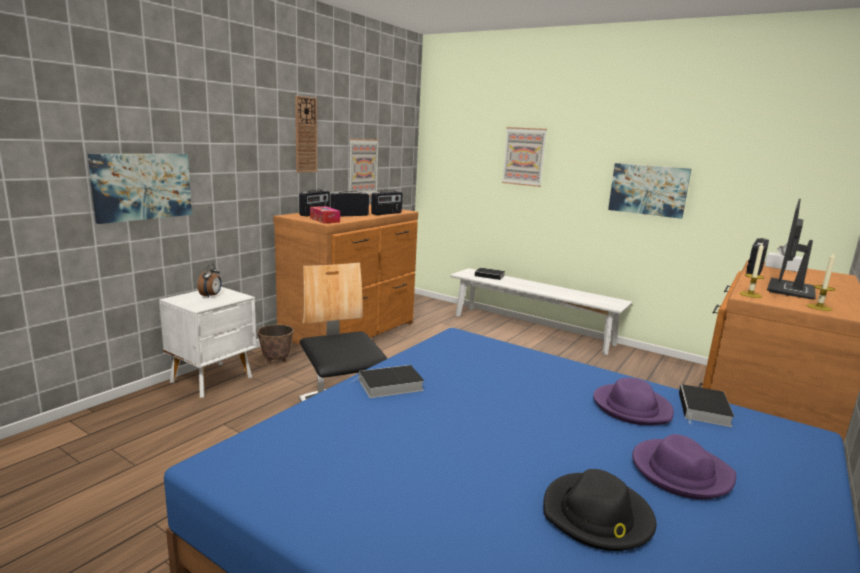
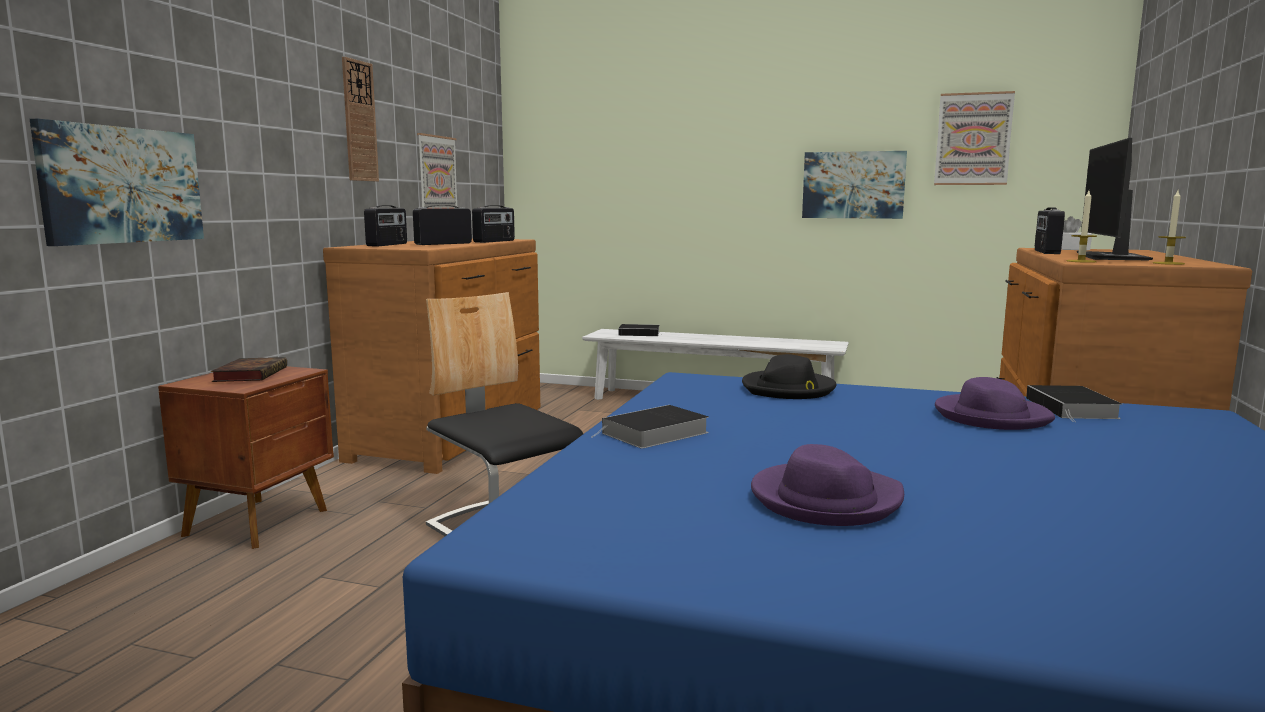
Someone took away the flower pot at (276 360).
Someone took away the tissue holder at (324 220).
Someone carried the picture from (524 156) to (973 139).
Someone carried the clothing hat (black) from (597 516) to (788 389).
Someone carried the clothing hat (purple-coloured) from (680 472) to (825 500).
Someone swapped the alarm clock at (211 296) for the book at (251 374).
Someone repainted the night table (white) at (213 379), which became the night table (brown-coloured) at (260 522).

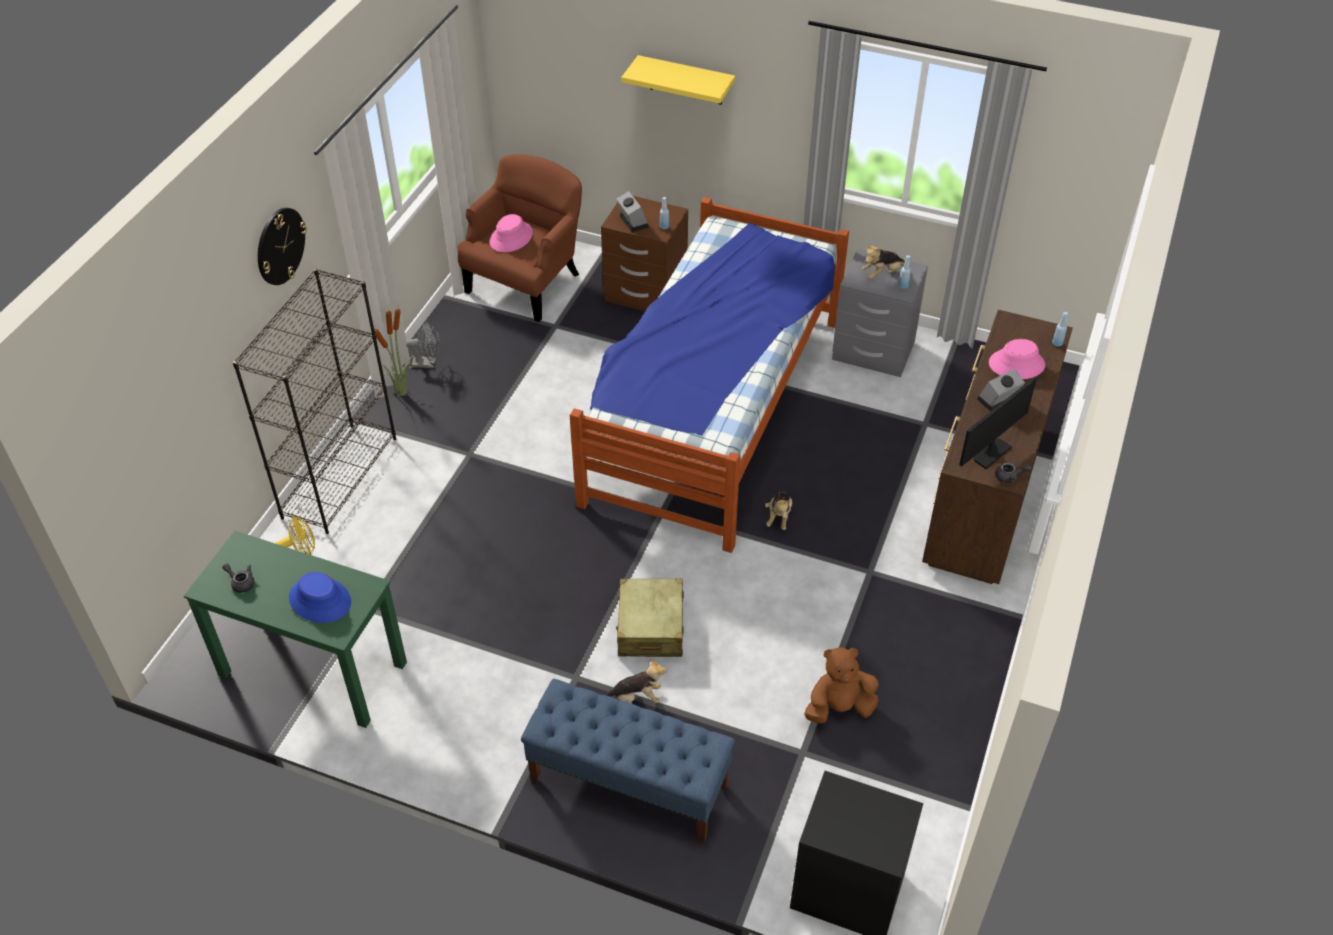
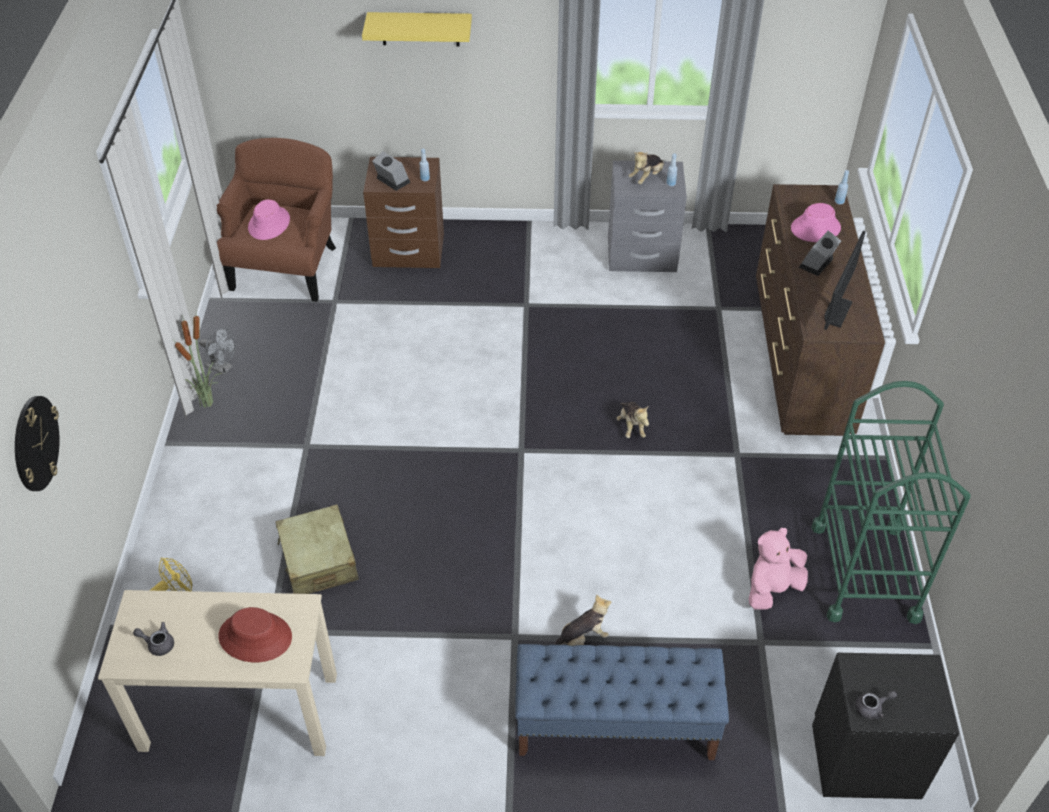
Someone took away the bookshelf (black) at (340 477).
Someone took away the bed at (713 408).
Someone put down the cart (green) at (864 572).
Someone carried the clock on the wall from (280 246) to (35 443).
Someone carried the travel case (beige-coloured) from (650 627) to (318 560).
Someone carried the tea pot (greyish) from (1010 477) to (872 708).
Someone repainted the desk table (green) at (312 668), which became the desk table (beige-coloured) at (239 712).
Someone repainted the clothing hat (blue) at (320 600), which became the clothing hat (red-coloured) at (255 636).
Someone repainted the soft toy (brown-coloured) at (839 707), which became the soft toy (pinkish) at (772 589).
Someone rotated the fan (greyish) at (428 363) by 45 degrees clockwise.

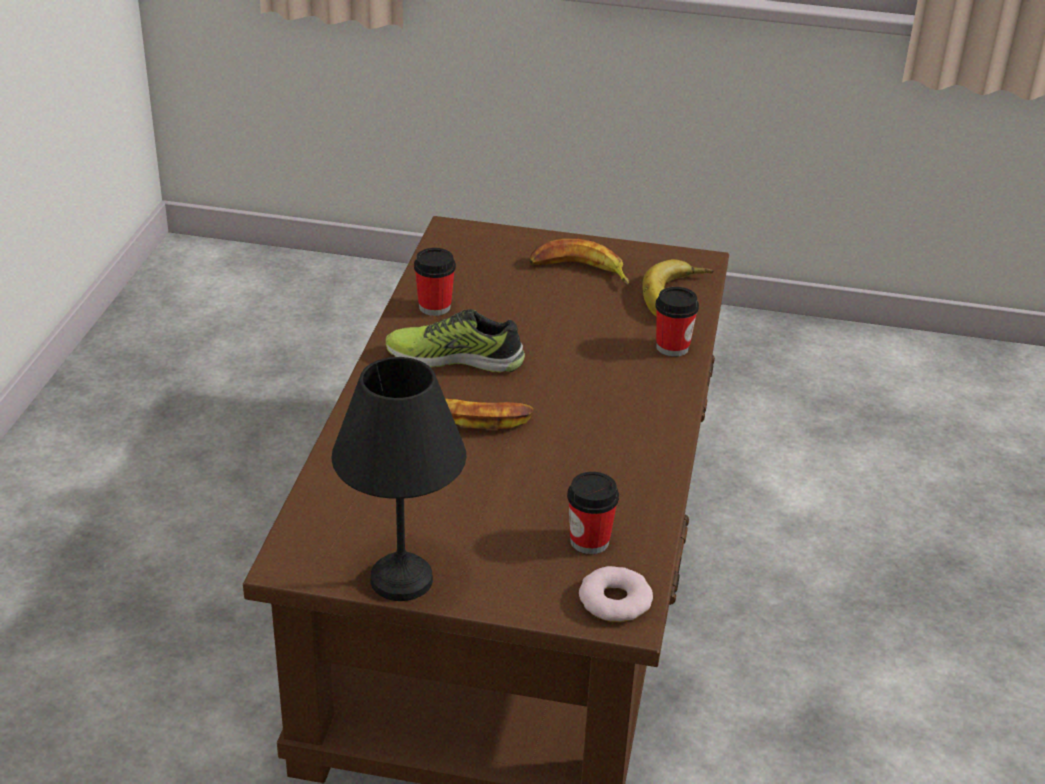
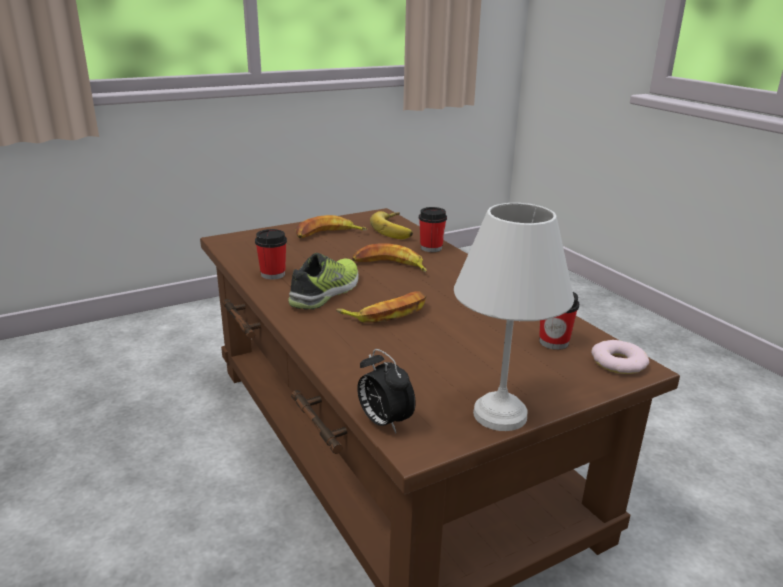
Someone put down the whole banana at (390 266).
Someone put down the alarm clock at (383 422).
Someone repainted the lamp for a table (black) at (400 581), which became the lamp for a table (white) at (501 416).
Someone rotated the shoe at (455 358) by 150 degrees clockwise.

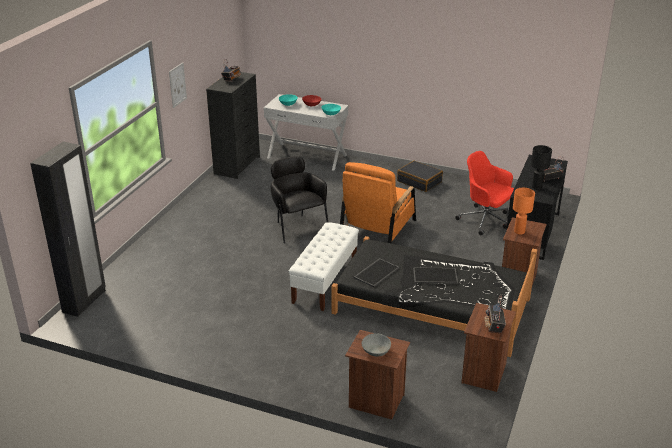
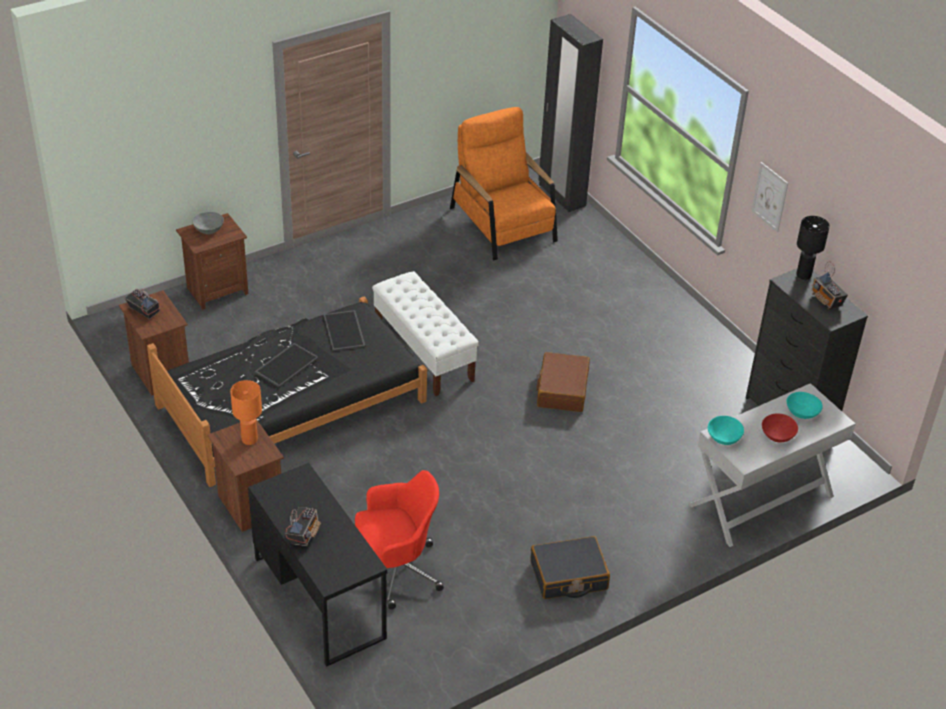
Someone carried the armchair (orangey) from (377 231) to (503 225).
Someone carried the lamp for a table (black) from (537 187) to (803 275).
Someone swapped the armchair (black) at (297 226) for the travel case (brown-coloured) at (562 389).

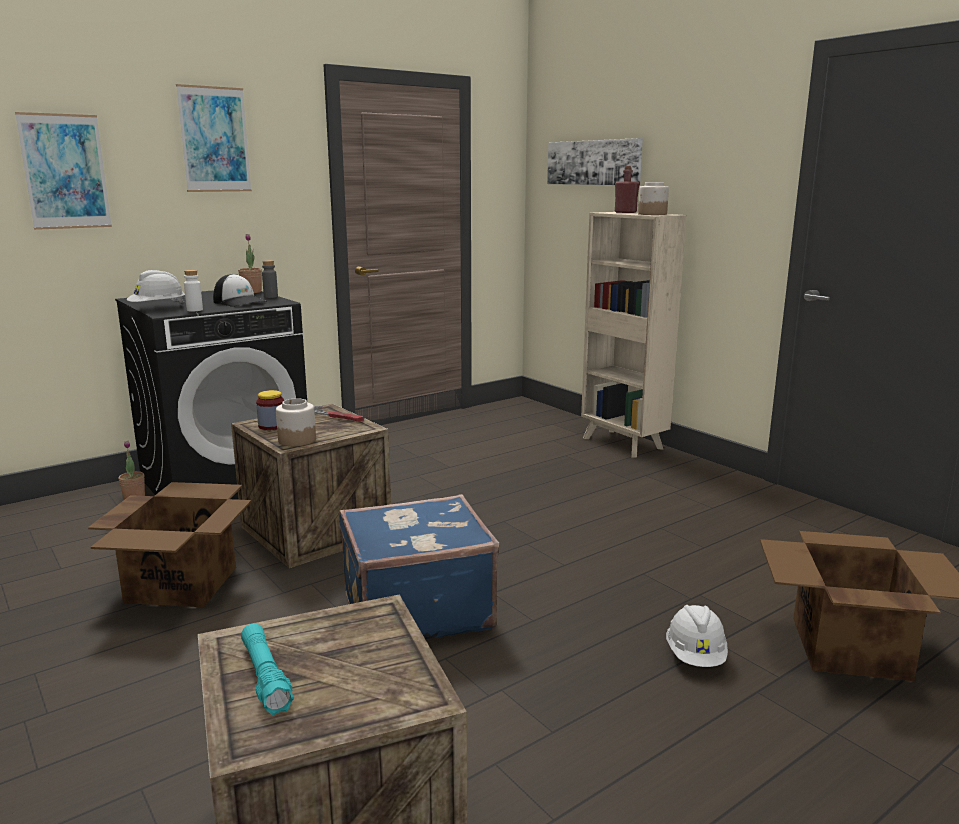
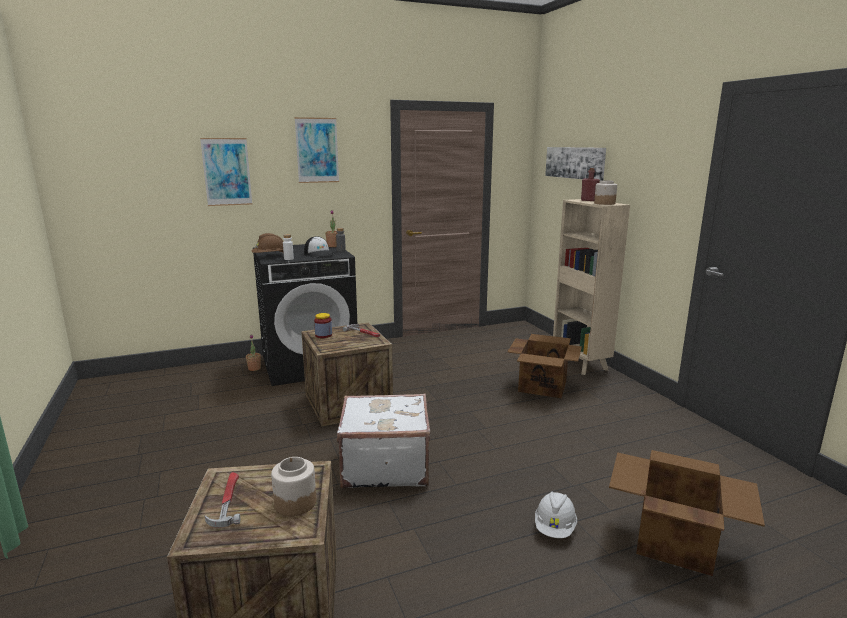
Someone carried the cardboard box from (183 583) to (543 386).
Someone carried the jar from (297 440) to (295 502).
Someone swapped the hand torch (blue-green) at (265 677) for the tool hammer at (227 501).
Someone repainted the safety helmet (white) at (158 308), which became the safety helmet (brown-coloured) at (269 256).
Someone repainted the travel case (blue) at (415 609), which became the travel case (white) at (384 465).

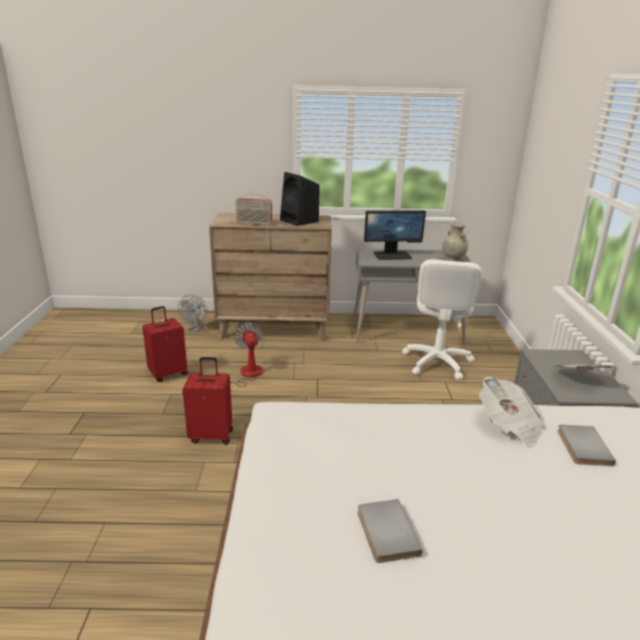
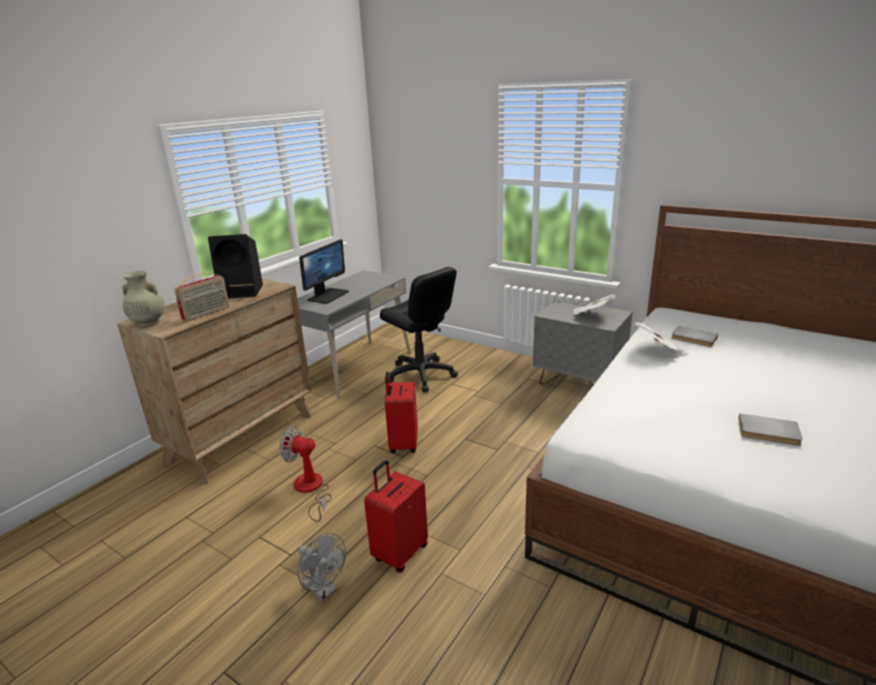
Someone carried the travel case (red-coloured) from (168 374) to (402 444).
Someone carried the fan (greyish) from (195 329) to (324 590).
Someone carried the flower vase (beige-coloured) from (453 258) to (148 322).
Someone repainted the desk chair (white) at (437 362), which became the desk chair (black) at (420 375).

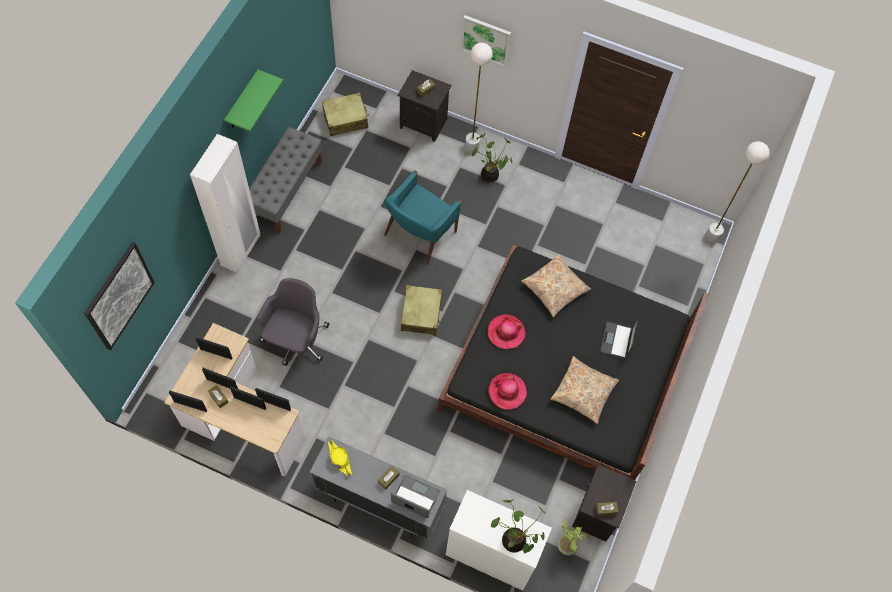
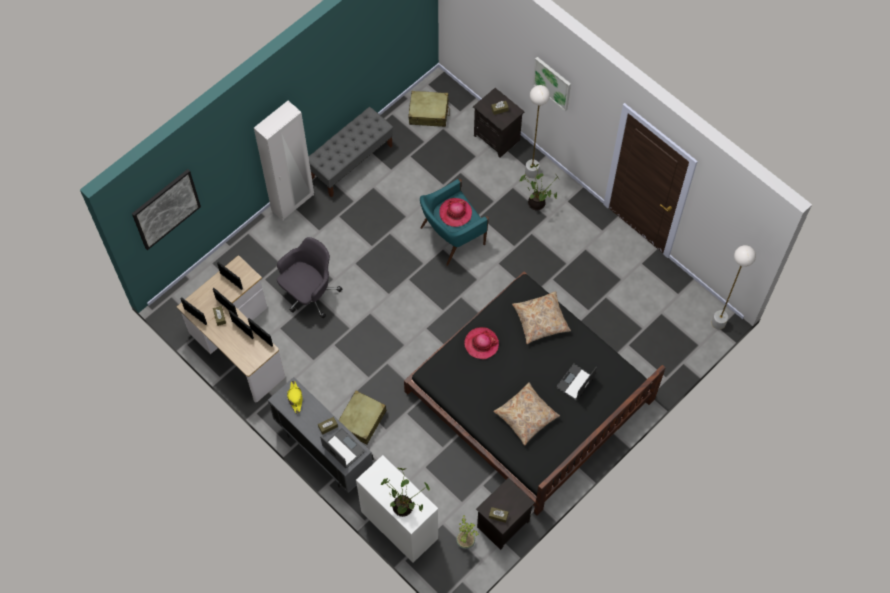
Someone took away the shelf (green) at (242 101).
Someone carried the travel case (beige-coloured) from (421 313) to (362 420).
Someone carried the clothing hat from (507 392) to (455 213).

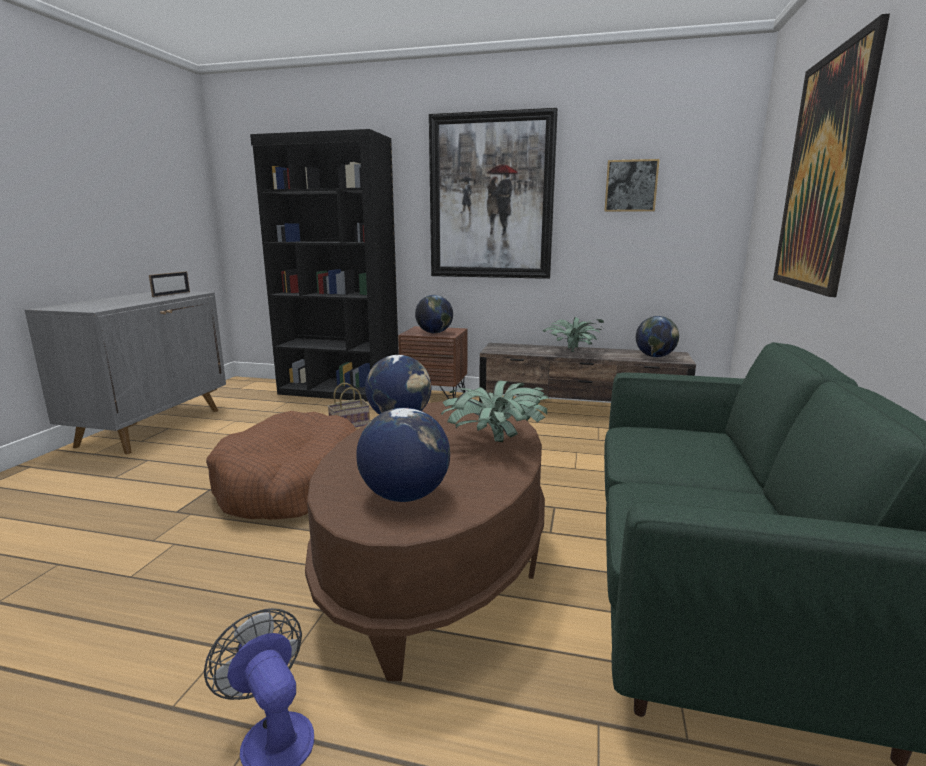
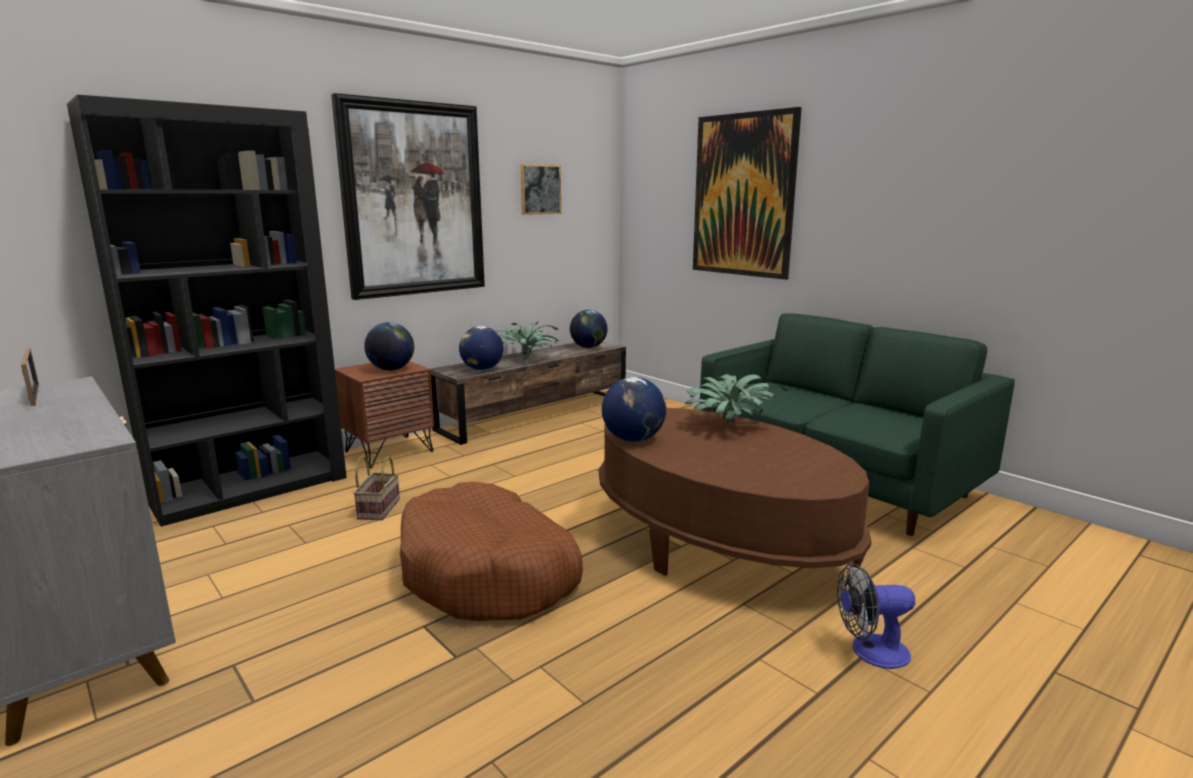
Someone carried the desk globe from (404 496) to (482 369).

